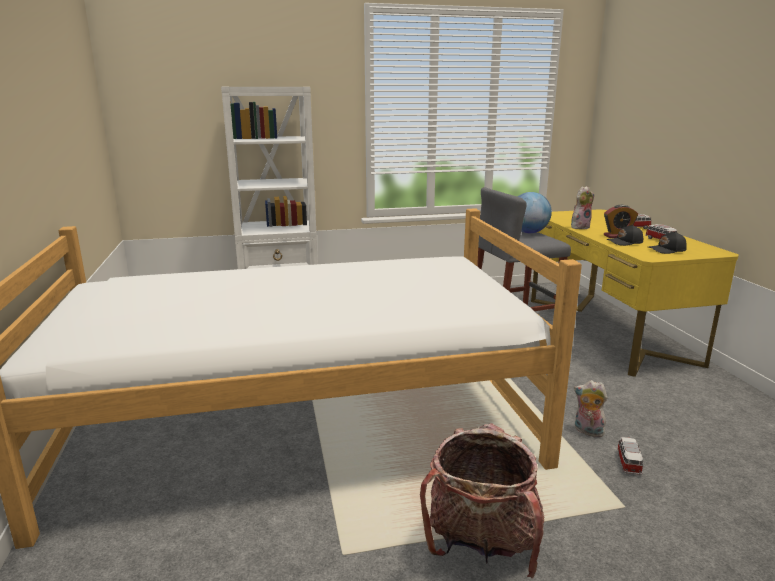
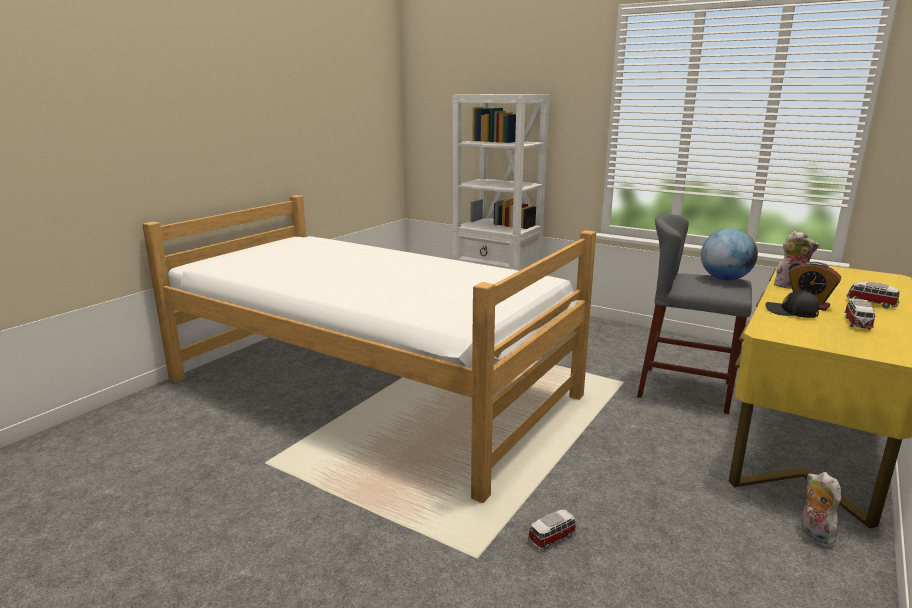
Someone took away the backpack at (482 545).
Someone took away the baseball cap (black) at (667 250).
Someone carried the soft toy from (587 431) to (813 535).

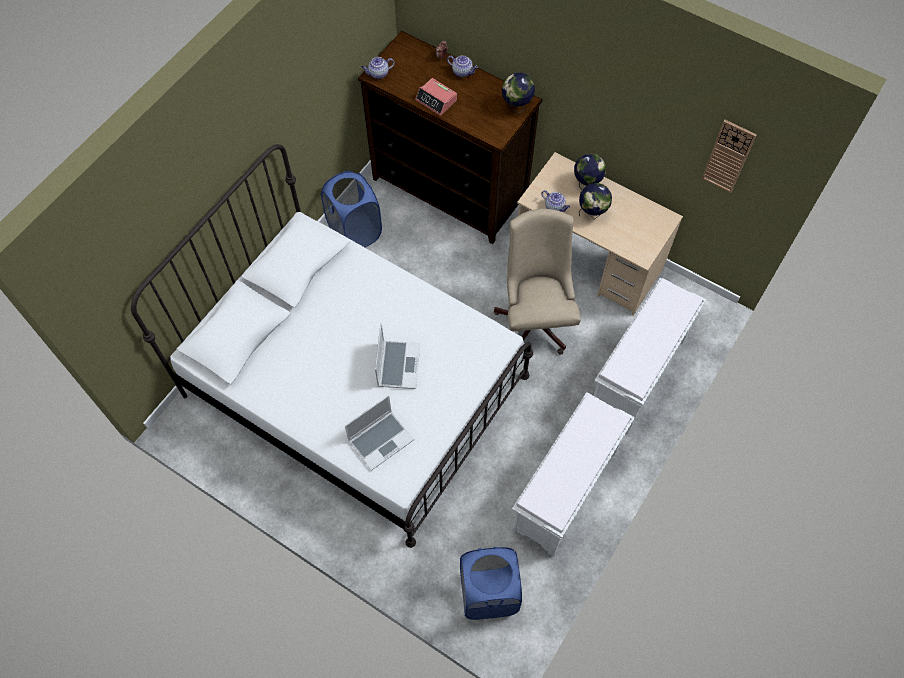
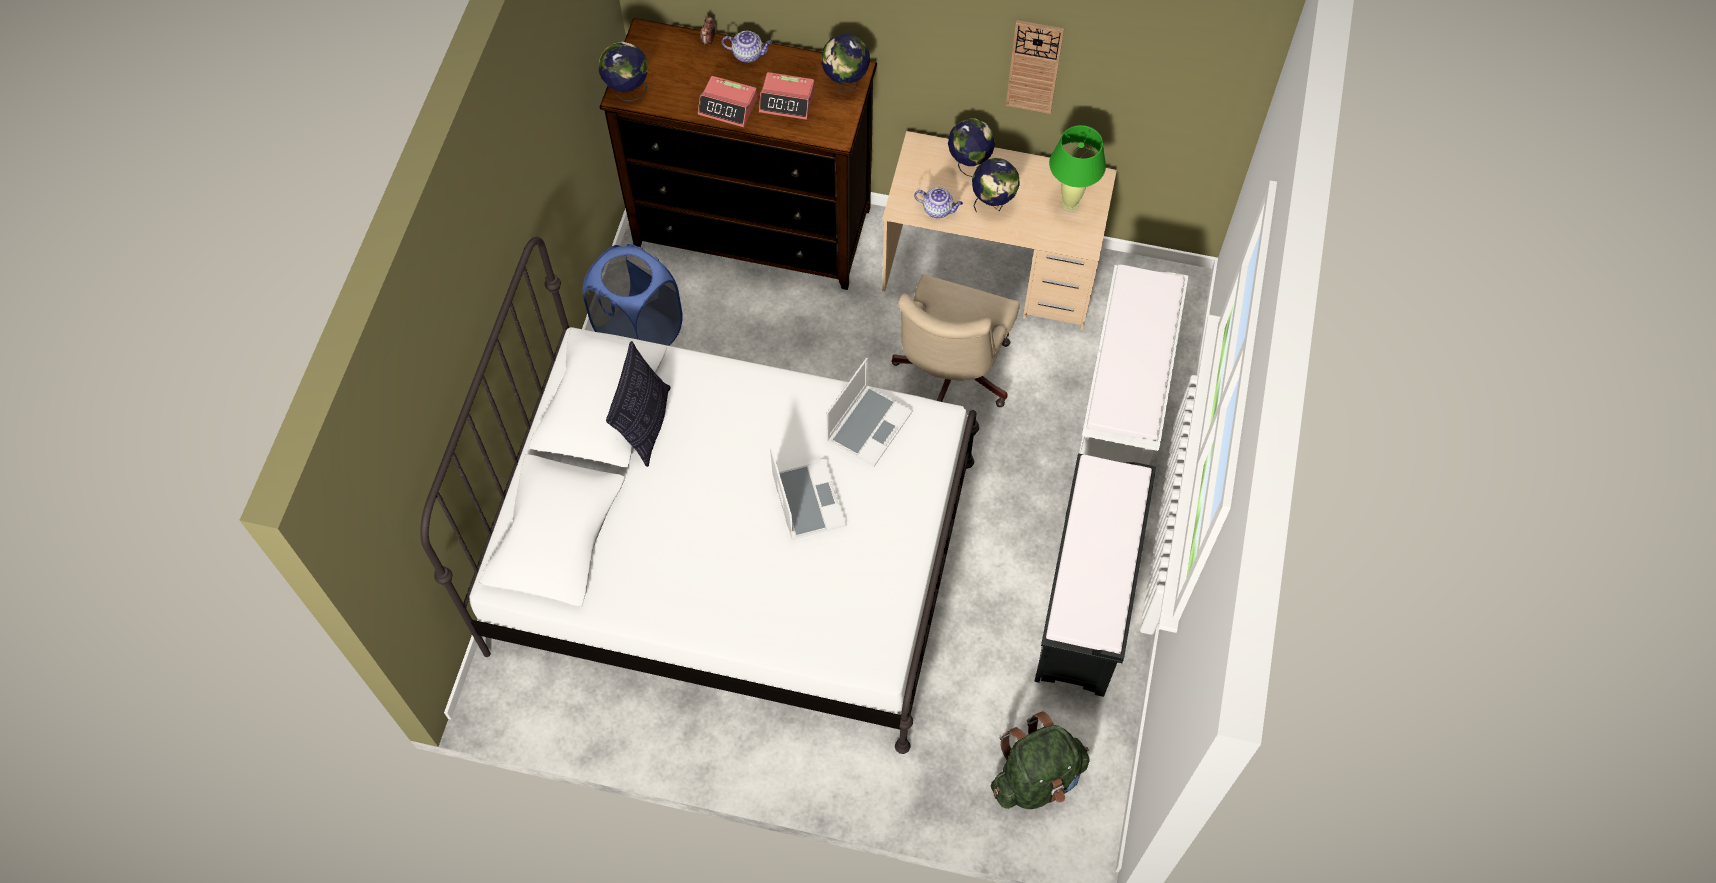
Someone put down the throw pillow at (645 424).
Someone put down the alarm clock at (787 101).
Someone put down the lamp for a table (green) at (1070 203).
Someone carried the laptop from (381 439) to (868 425).
Someone carried the clock on the wall from (728 156) to (1034 67).
Someone swapped the tea pot at (378 74) for the desk globe at (627 91).
Someone swapped the hamper (blue) at (488 593) for the backpack (green) at (1036 777).
Someone repainted the bench (white) at (565 491), which became the bench (black) at (1085 603).
Someone rotated the desk chair (beige-coloured) at (535 318) by 135 degrees counterclockwise.

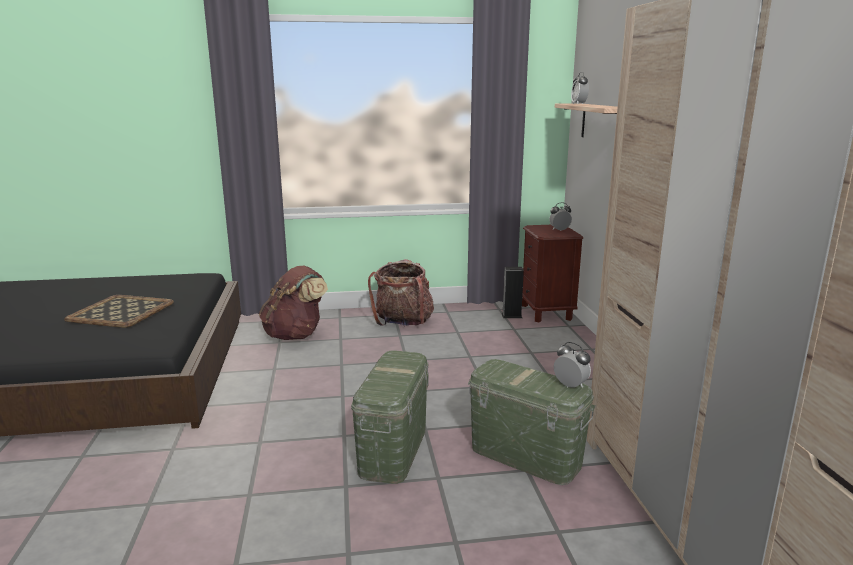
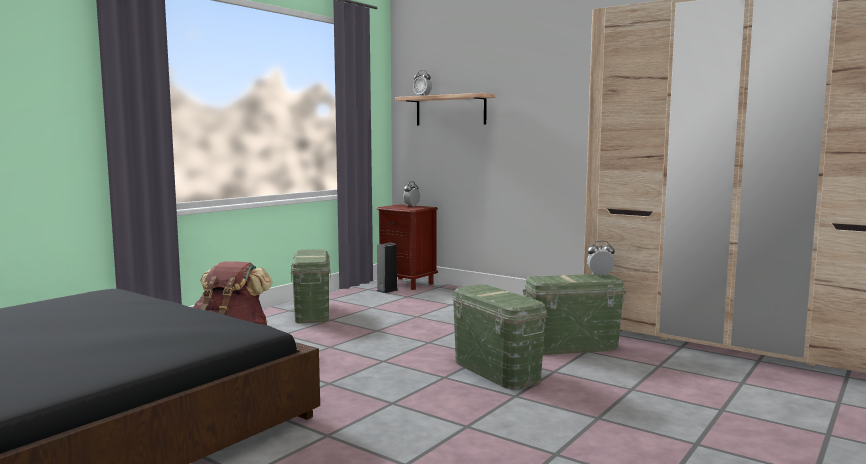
Someone took away the carrying tray at (122 311).
Someone swapped the backpack at (403 323) for the storage bin (green) at (312 313).

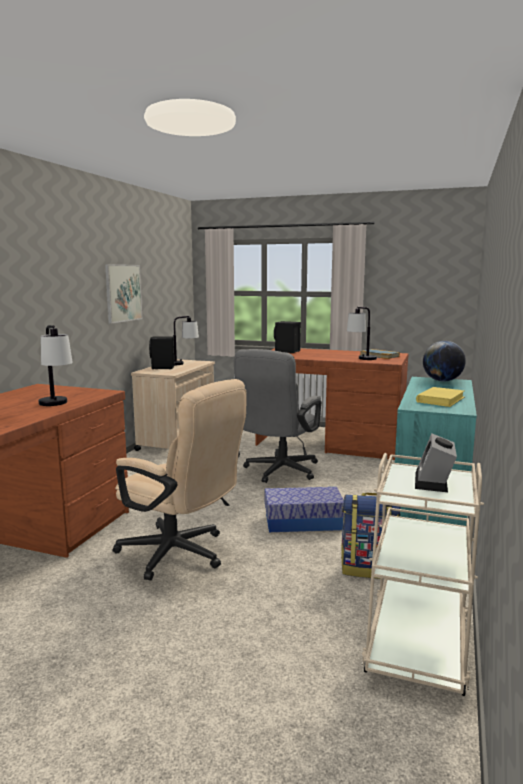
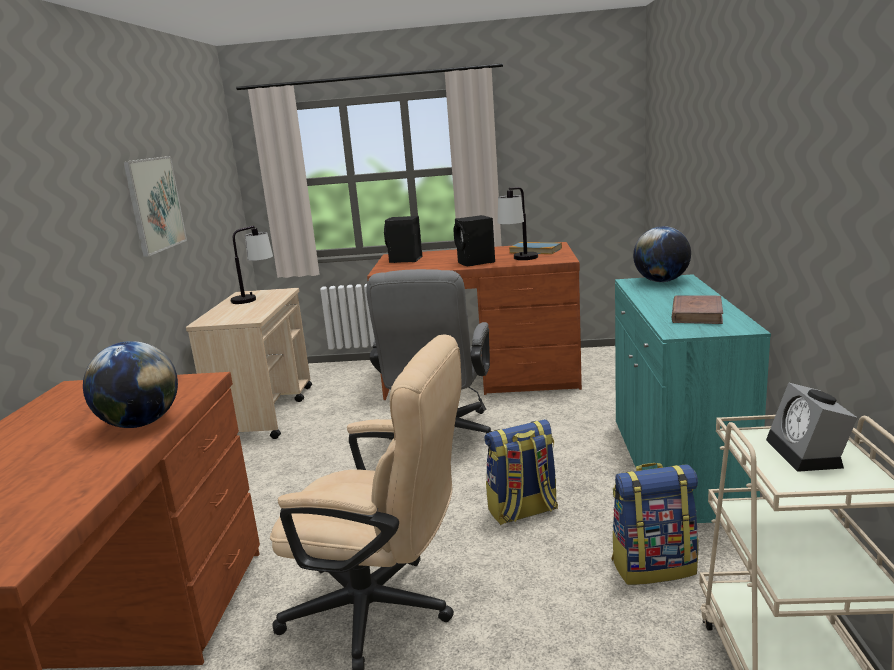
Someone carried the speaker (black) from (162 367) to (476 262).
Someone swapped the lamp for a table at (57 405) for the desk globe at (140 424).
Someone swapped the storage bin at (303 522) for the backpack at (522 511).
Someone repainted the book (yellowish) at (440 400), which became the book (brown-coloured) at (697 314).

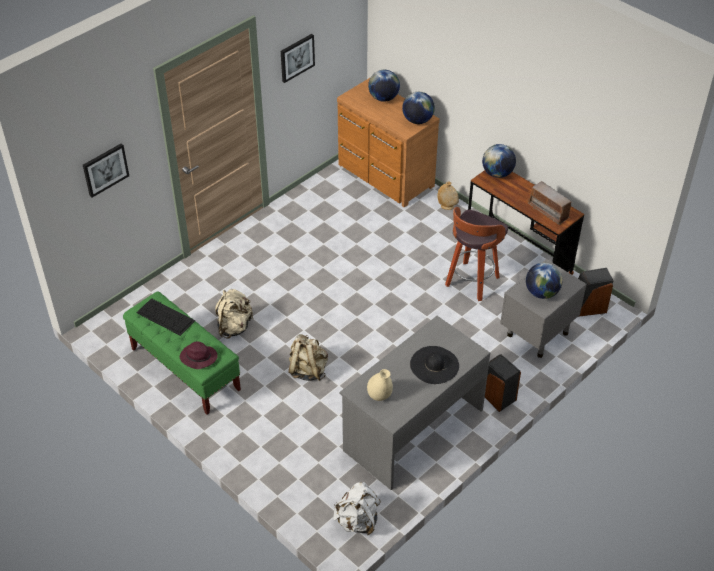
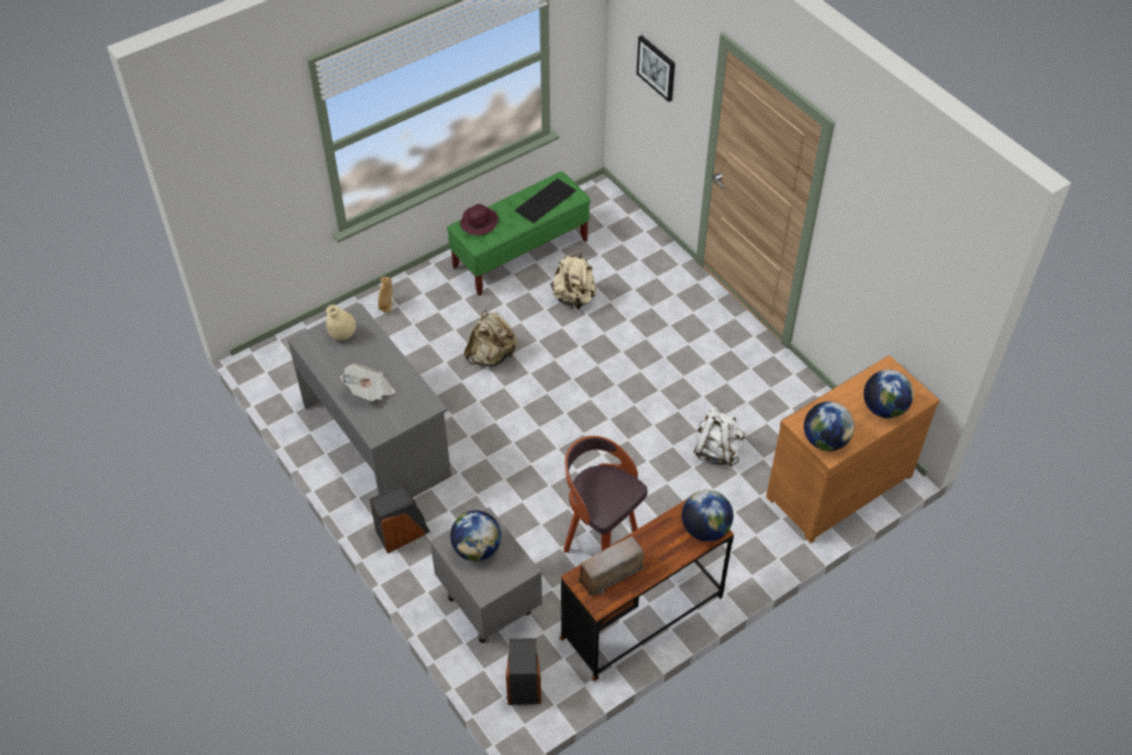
Someone took away the picture at (296 57).
Someone carried the backpack (white) from (357 521) to (716 450).
Someone carried the flower vase (beige-coloured) from (447 207) to (387 306).
Someone swapped the clothing hat (black) at (434 365) for the printed paper at (369 391).

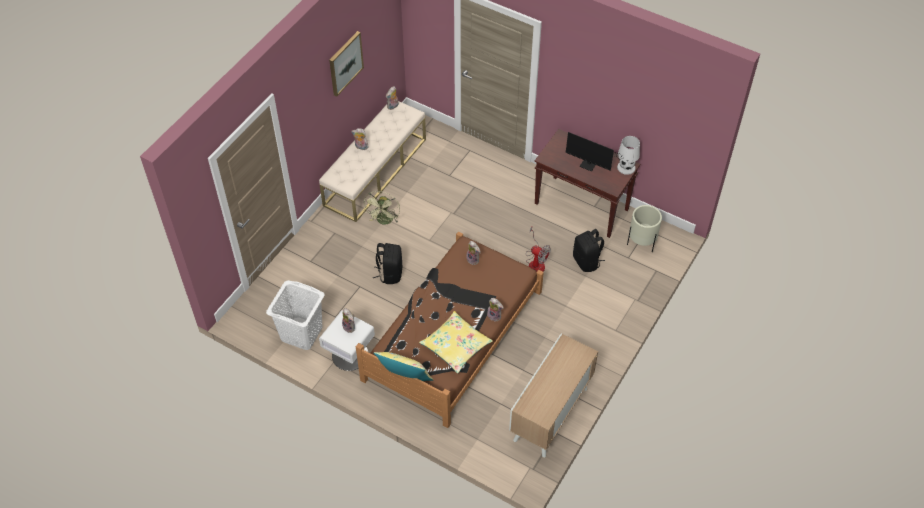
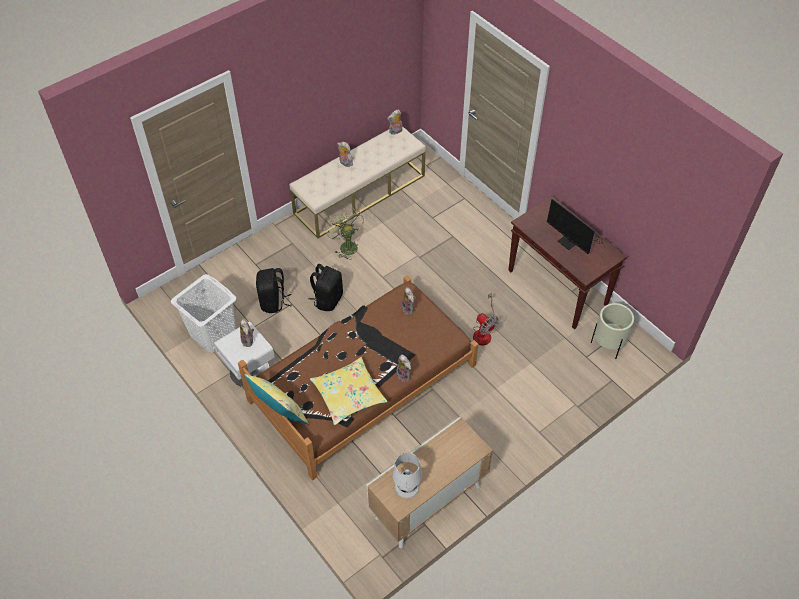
Someone took away the picture at (345 63).
Someone carried the backpack (black) from (587 261) to (273 302).
Someone carried the lamp for a table (white) from (626 167) to (407 486).
Someone rotated the fan (green) at (384 221) by 120 degrees clockwise.

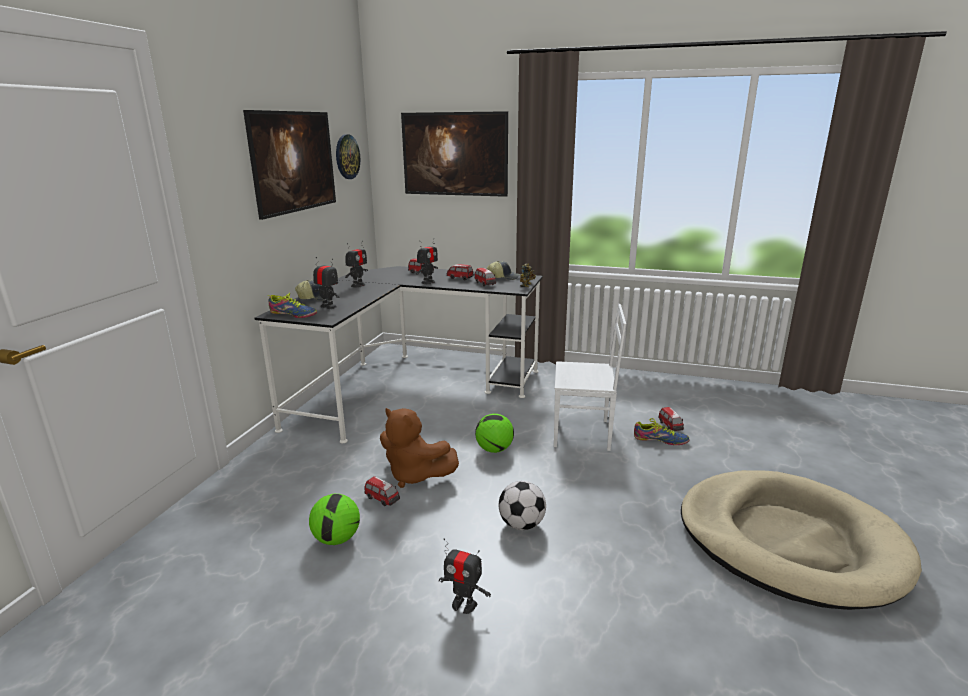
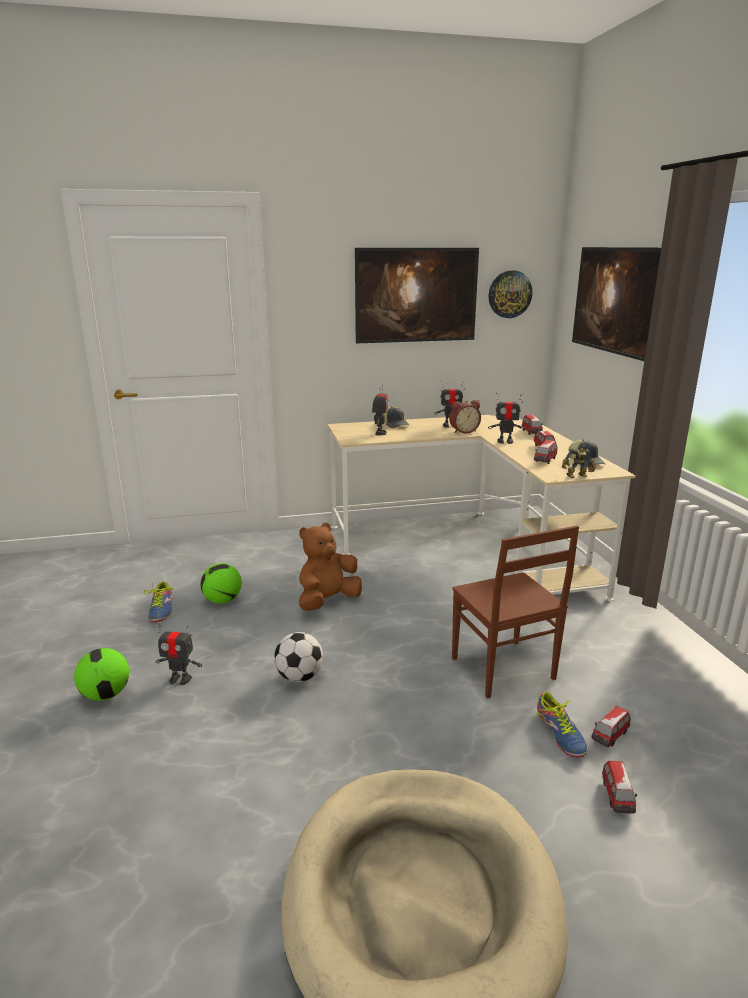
Someone put down the alarm clock at (463 431).
Someone carried the shoe from (293 314) to (161 610).
Someone carried the toy car from (382 499) to (617 797).
Someone carried the football ball from (494 449) to (106 694).
Someone repainted the desk table (black) at (409 386), which became the desk table (beige-coloured) at (470 546).
Someone repainted the plain chair (white) at (582 434), which became the plain chair (brown-coloured) at (502 670).
Someone rotated the soft toy (brown-coloured) at (415 475) by 45 degrees clockwise.
Someone rotated the robot figure at (464 604) by 75 degrees counterclockwise.

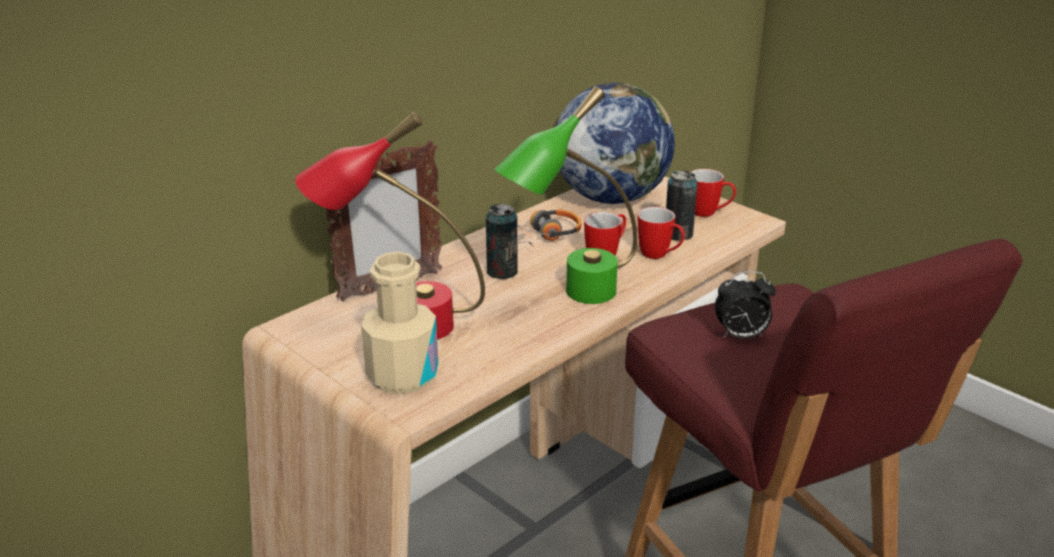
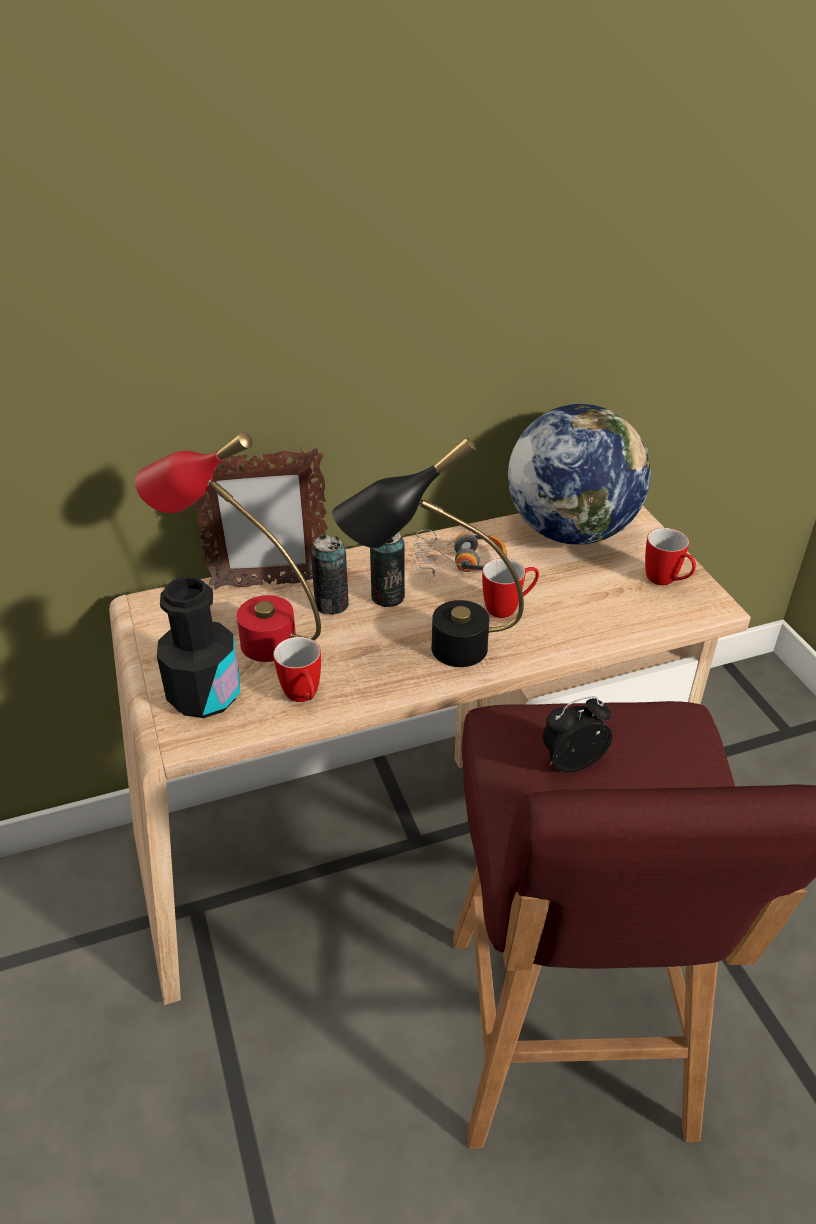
Someone carried the tea mug from (660 256) to (304 698).
Someone carried the can from (678 235) to (331 604).
Someone repainted the beverage bottle (beige-coloured) at (402 376), which became the beverage bottle (black) at (204 695).
Someone repainted the lamp for a table (green) at (570 298), which became the lamp for a table (black) at (431 651).
Someone rotated the alarm clock at (741 336) by 135 degrees clockwise.

